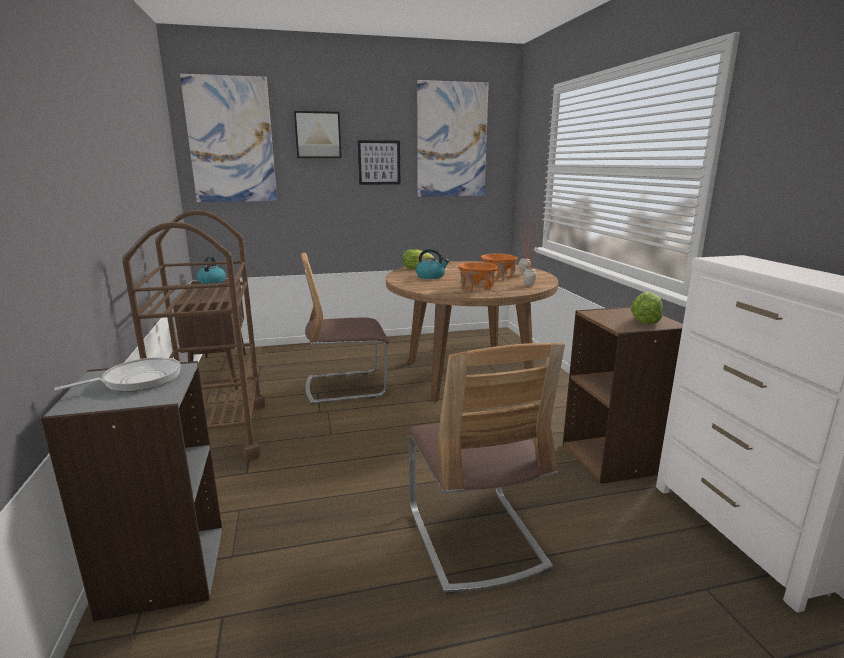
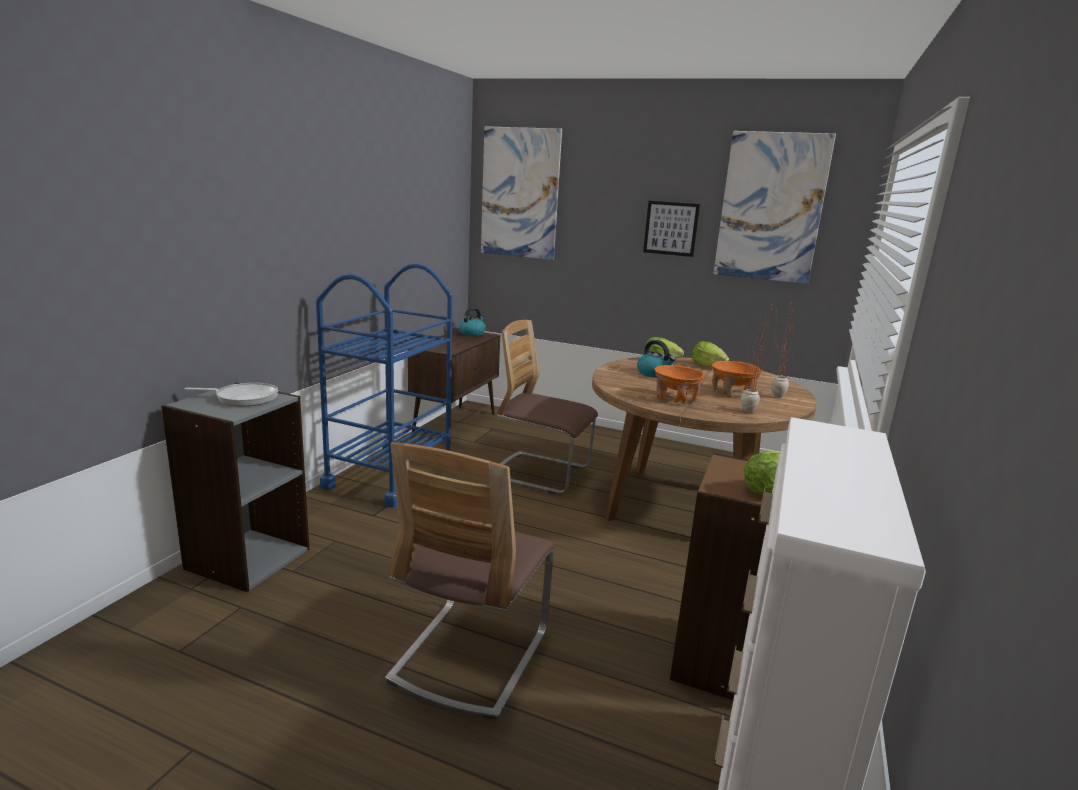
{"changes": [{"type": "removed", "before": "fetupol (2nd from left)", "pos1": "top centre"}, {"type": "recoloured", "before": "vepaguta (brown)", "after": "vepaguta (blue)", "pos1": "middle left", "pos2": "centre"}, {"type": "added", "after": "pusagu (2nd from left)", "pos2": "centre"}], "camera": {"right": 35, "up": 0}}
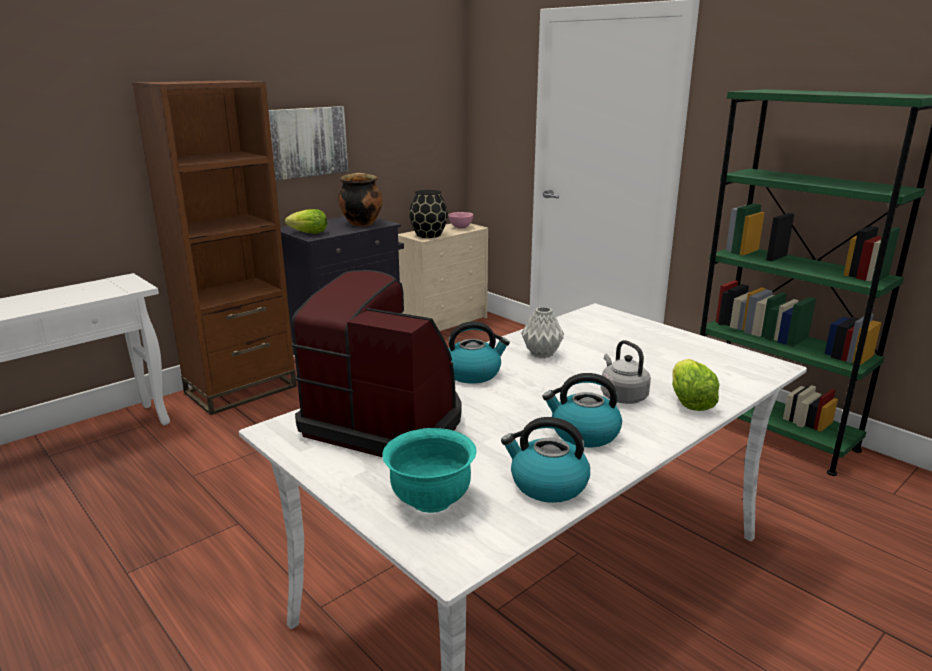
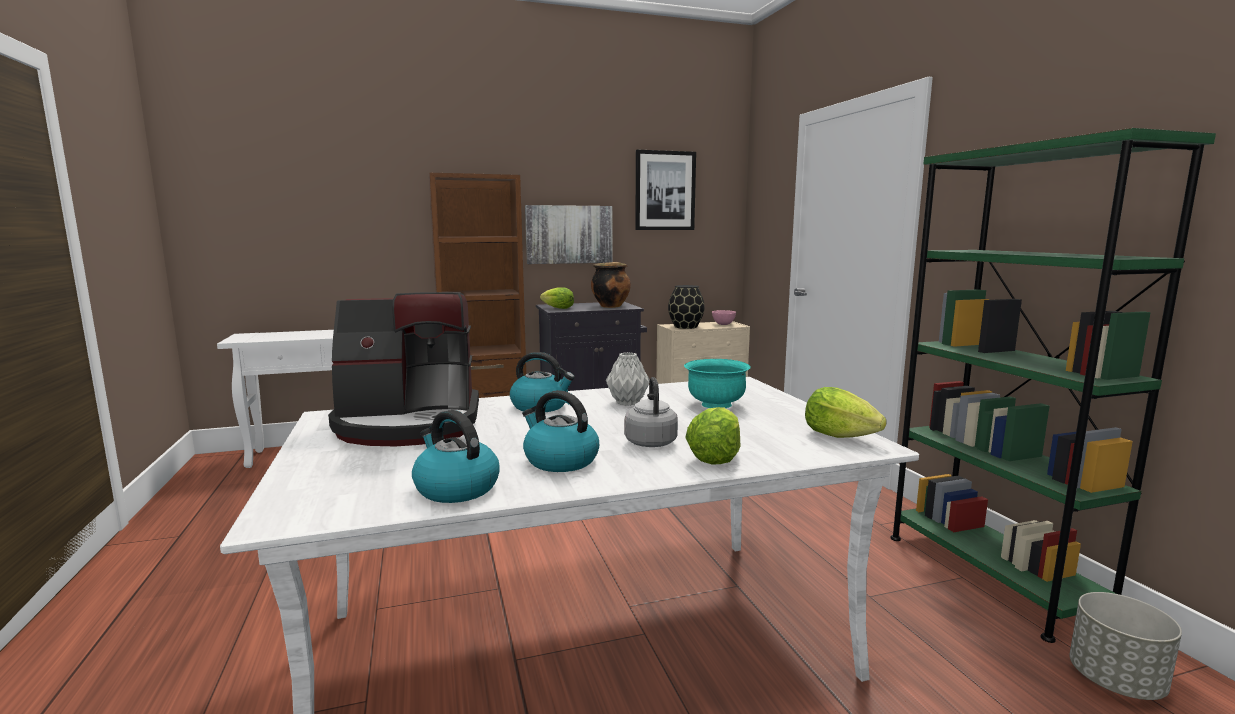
{"changes": [{"type": "turned", "before": "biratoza", "pos1": "centre", "pos2": "middle left", "turn": 120}, {"type": "moved", "before": "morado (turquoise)", "pos1": "bottom centre", "pos2": "centre"}, {"type": "added", "after": "fetupol (2nd from left)", "pos2": "top centre"}, {"type": "added", "after": "pusagu (3rd from left)", "pos2": "middle right"}, {"type": "added", "after": "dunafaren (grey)", "pos2": "bottom right"}], "camera": {"right": 25, "up": -10}}
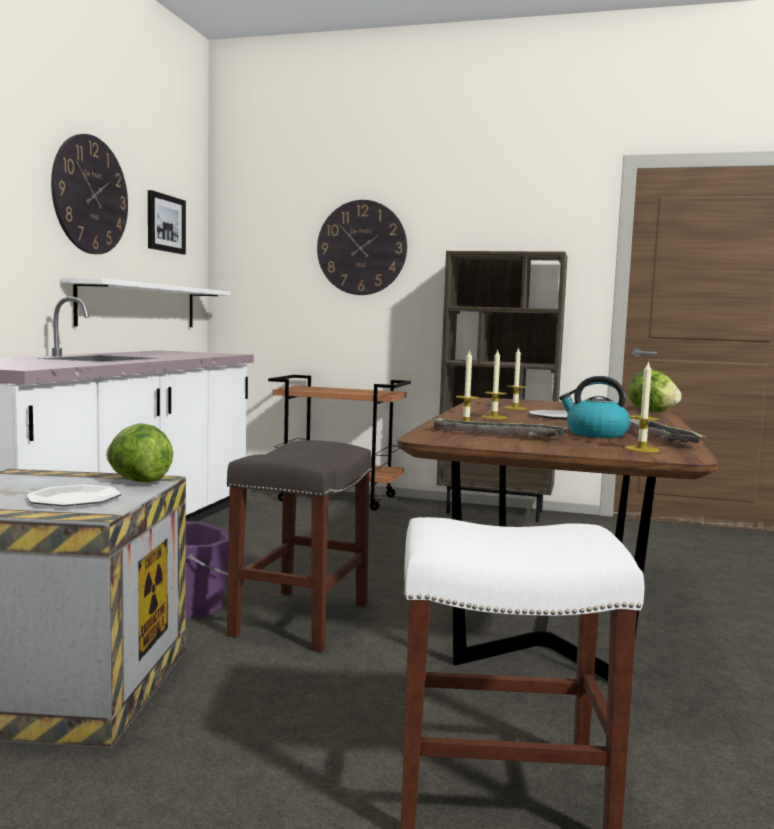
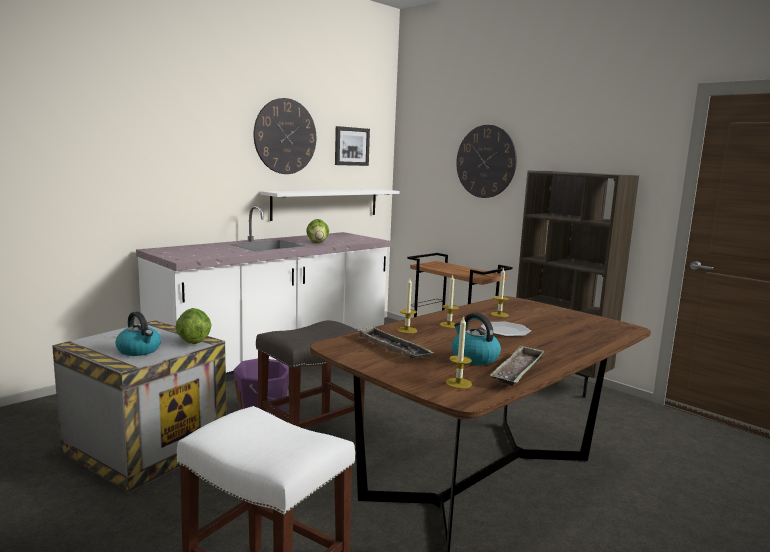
{"changes": [{"type": "moved", "before": "pusagu (2nd from left)", "pos1": "middle right", "pos2": "centre"}, {"type": "replaced", "before": "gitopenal (1st from left)", "after": "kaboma (1st from left)", "pos1": "middle left", "pos2": "middle left"}], "camera": {"right": 30, "up": 5}}
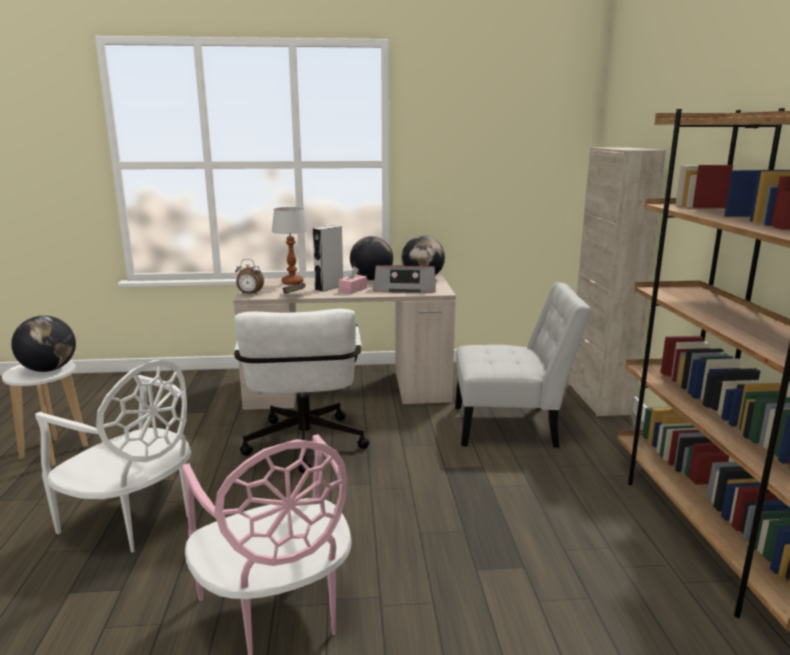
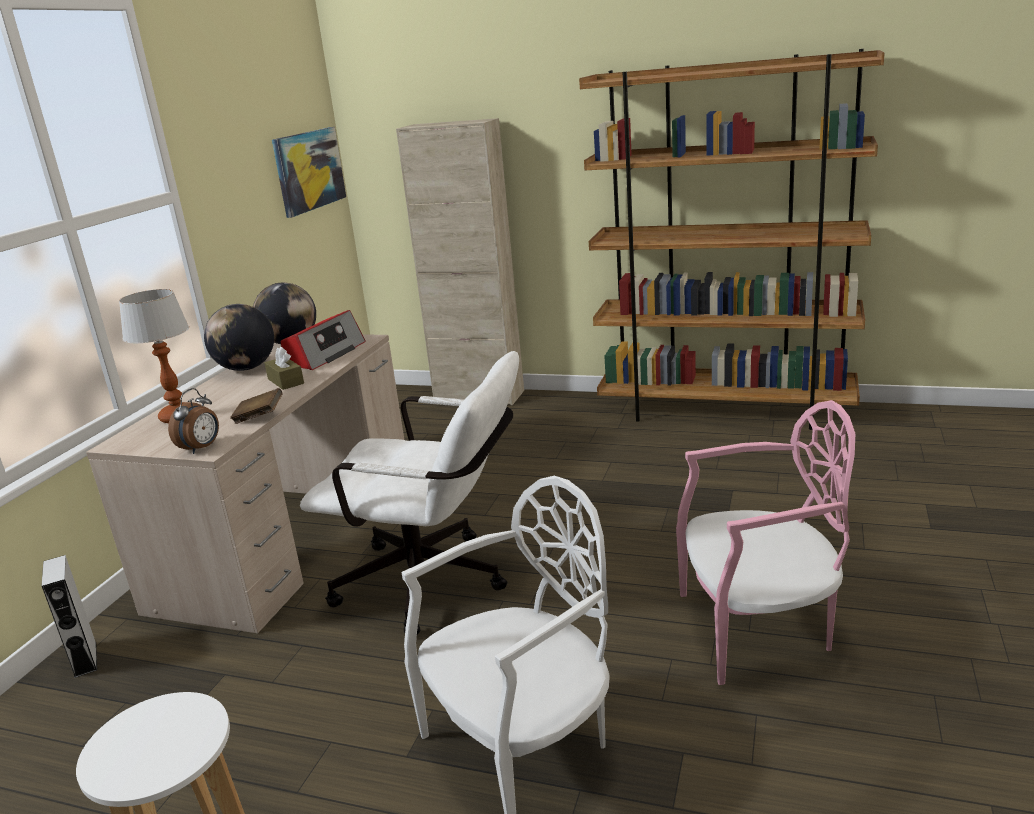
{"changes": [{"type": "moved", "before": "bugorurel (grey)", "pos1": "centre", "pos2": "bottom left"}, {"type": "recoloured", "before": "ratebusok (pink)", "after": "ratebusok (brown)", "pos1": "centre", "pos2": "middle left"}, {"type": "removed", "before": "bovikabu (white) (2nd from left)", "pos1": "centre"}, {"type": "removed", "before": "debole (1st from left)", "pos1": "middle left"}, {"type": "added", "after": "fetupol", "pos2": "top left"}], "camera": {"right": -65, "up": 5}}
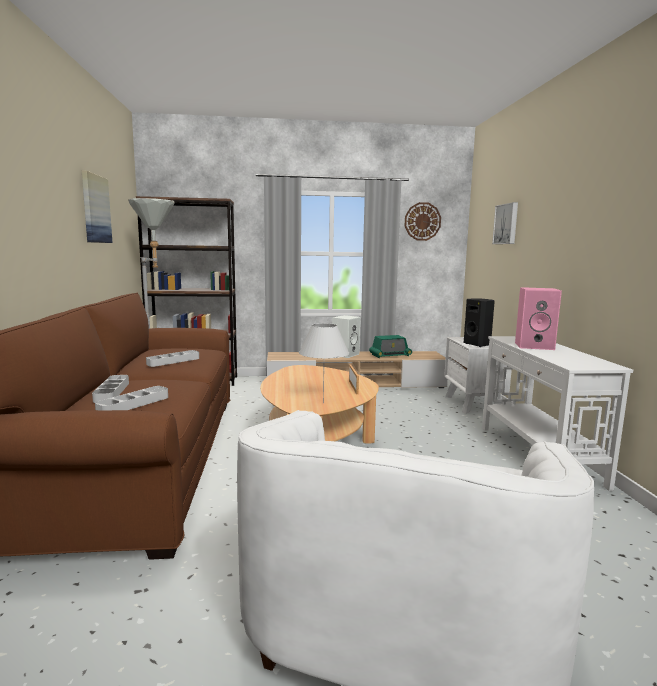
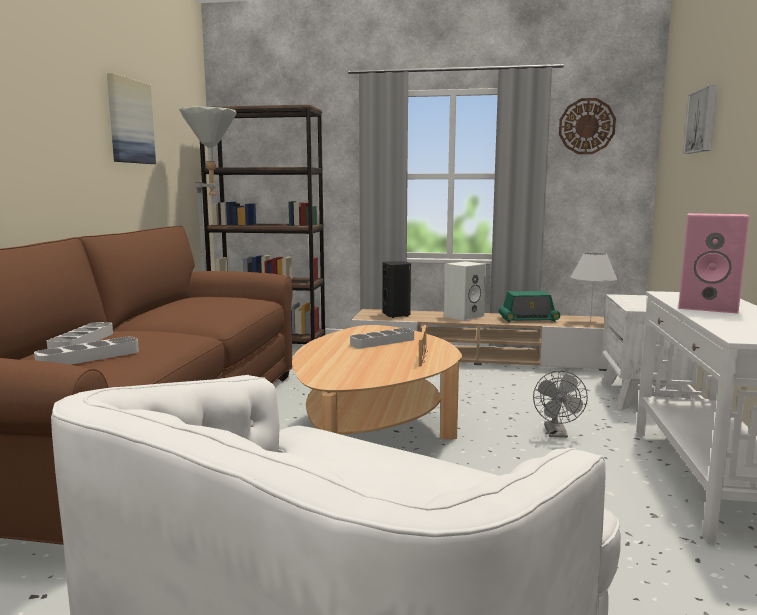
{"changes": [{"type": "moved", "before": "bugorurel (black)", "pos1": "middle right", "pos2": "centre"}, {"type": "moved", "before": "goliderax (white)", "pos1": "centre", "pos2": "middle right"}, {"type": "moved", "before": "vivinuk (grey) (3rd from left)", "pos1": "middle left", "pos2": "centre"}, {"type": "added", "after": "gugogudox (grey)", "pos2": "middle right"}], "camera": {"right": 15, "up": 0}}
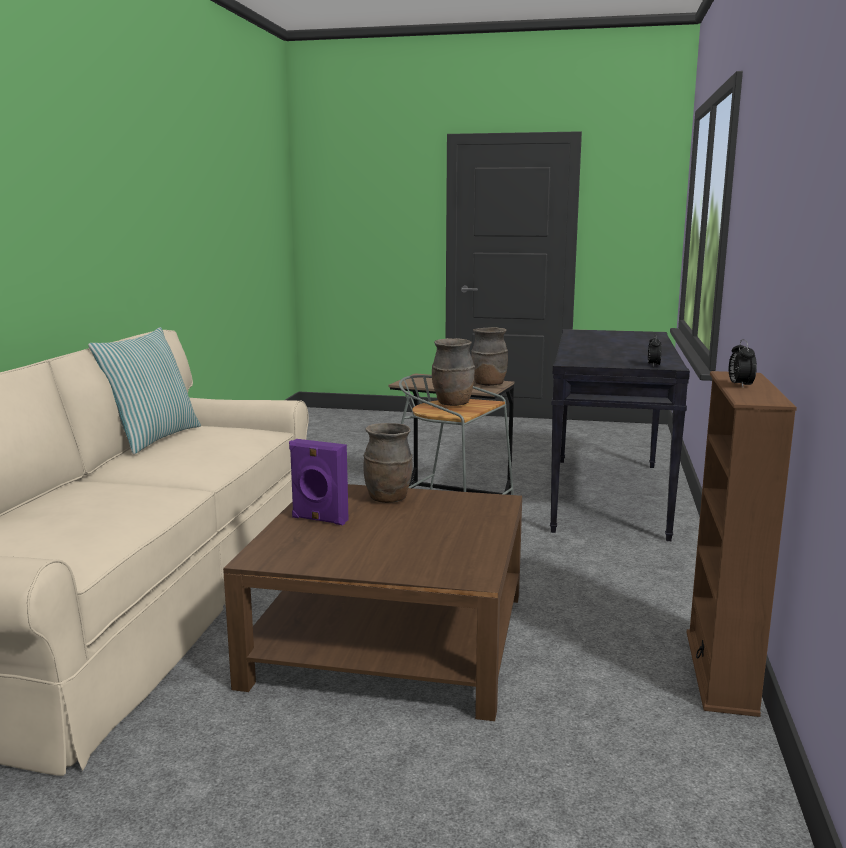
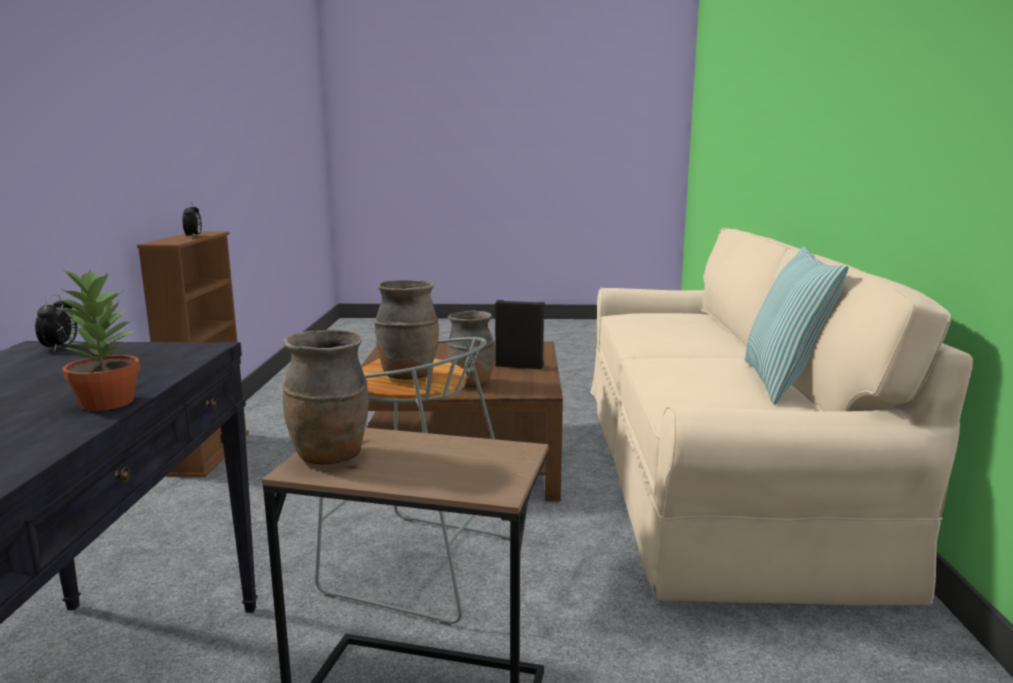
{"changes": [{"type": "recoloured", "before": "bugorurel (purple)", "after": "bugorurel (black)", "pos1": "centre", "pos2": "centre"}, {"type": "added", "after": "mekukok", "pos2": "middle left"}], "camera": {"right": 170, "up": 0}}
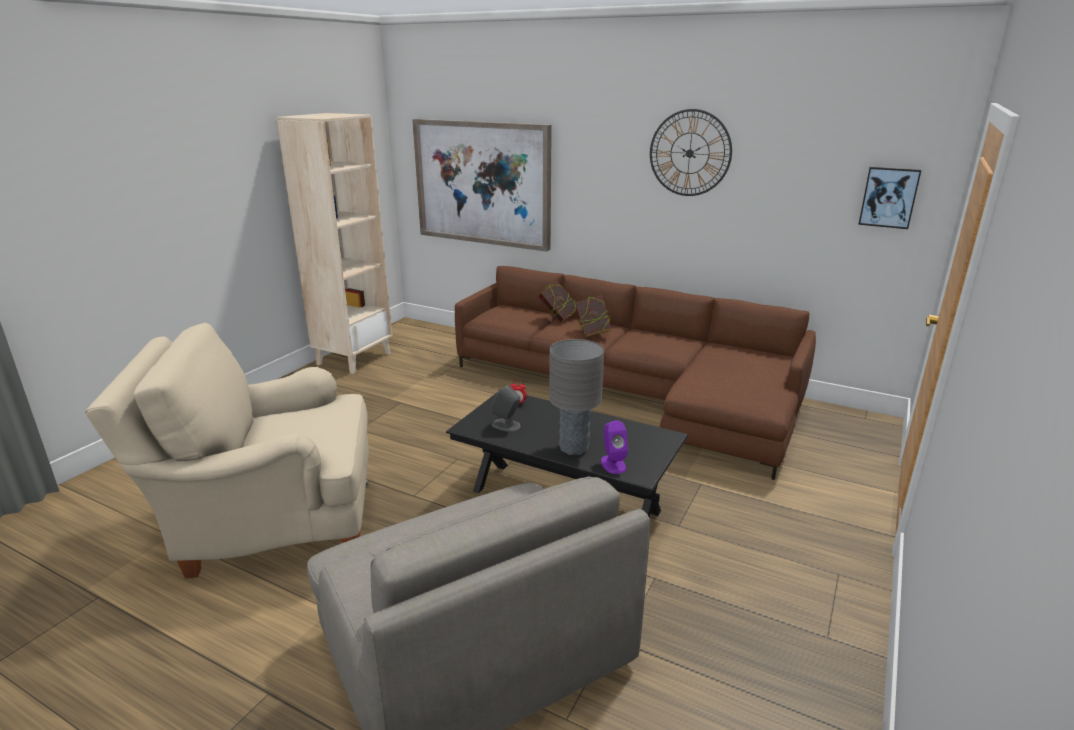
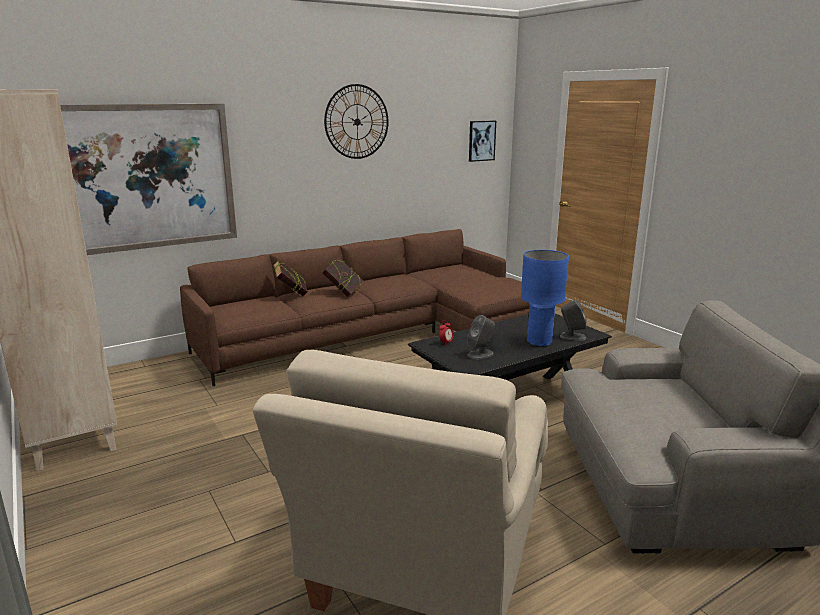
{"changes": [{"type": "recoloured", "before": "goliderax (grey)", "after": "goliderax (blue)", "pos1": "centre", "pos2": "centre"}, {"type": "recoloured", "before": "bugorurel (purple)", "after": "bugorurel (grey) (2nd from left)", "pos1": "centre", "pos2": "middle right"}], "camera": {"right": -60, "up": -5}}
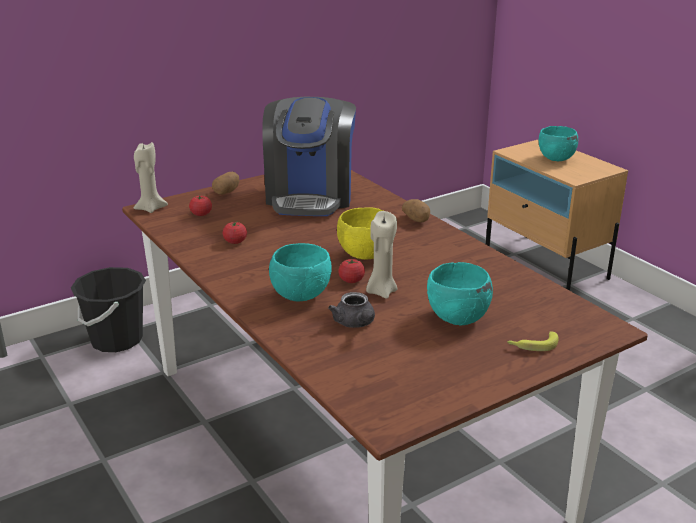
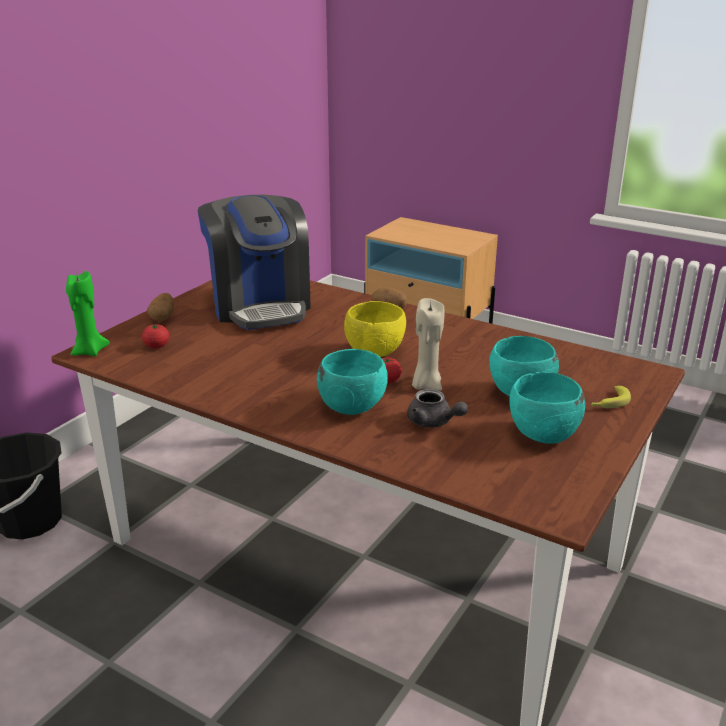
{"changes": [{"type": "moved", "before": "morado (turquoise) (3rd from left)", "pos1": "top right", "pos2": "middle right"}, {"type": "recoloured", "before": "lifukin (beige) (1st from left)", "after": "lifukin (green)", "pos1": "middle left", "pos2": "middle left"}, {"type": "removed", "before": "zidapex (2nd from left)", "pos1": "centre"}], "camera": {"right": -25, "up": 0}}
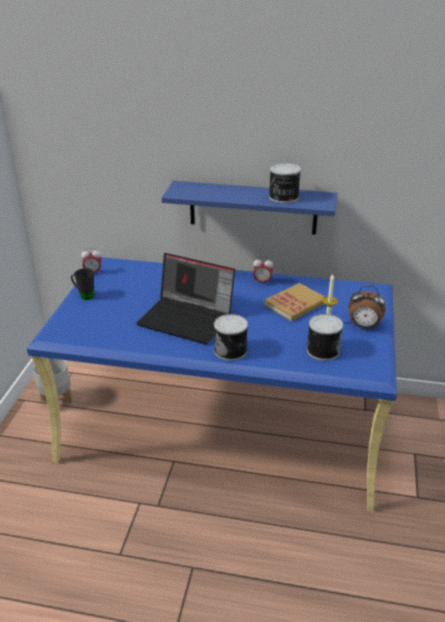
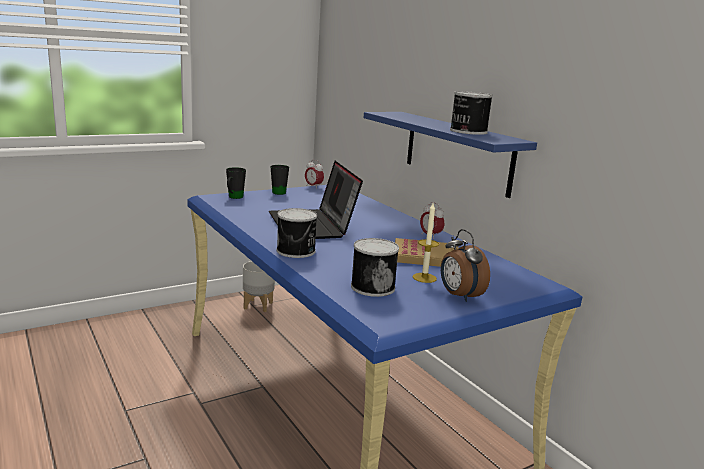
{"changes": [{"type": "added", "after": "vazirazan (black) (1st from left)", "pos2": "centre"}], "camera": {"right": 45, "up": -15}}
